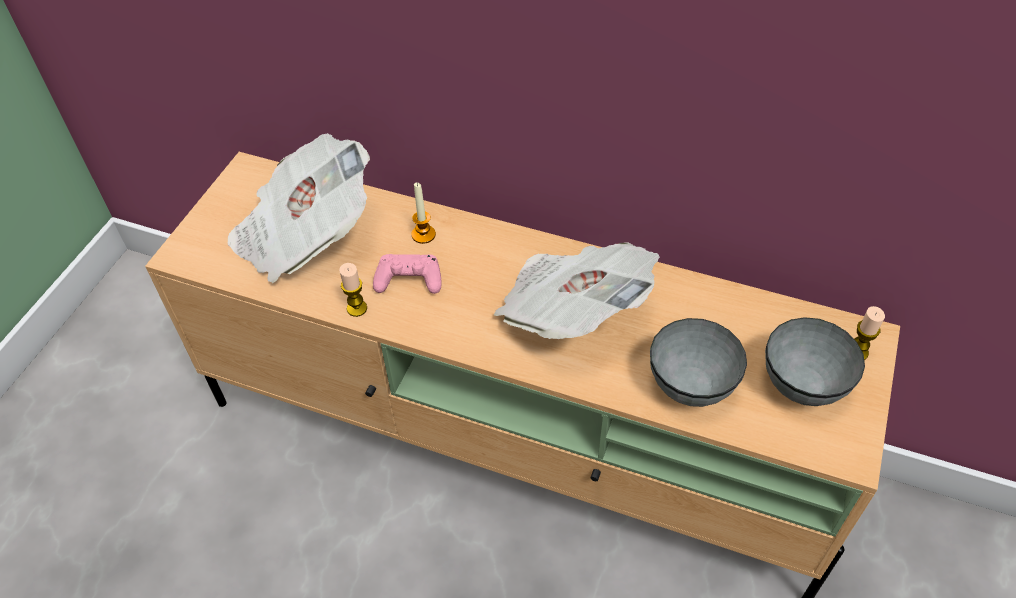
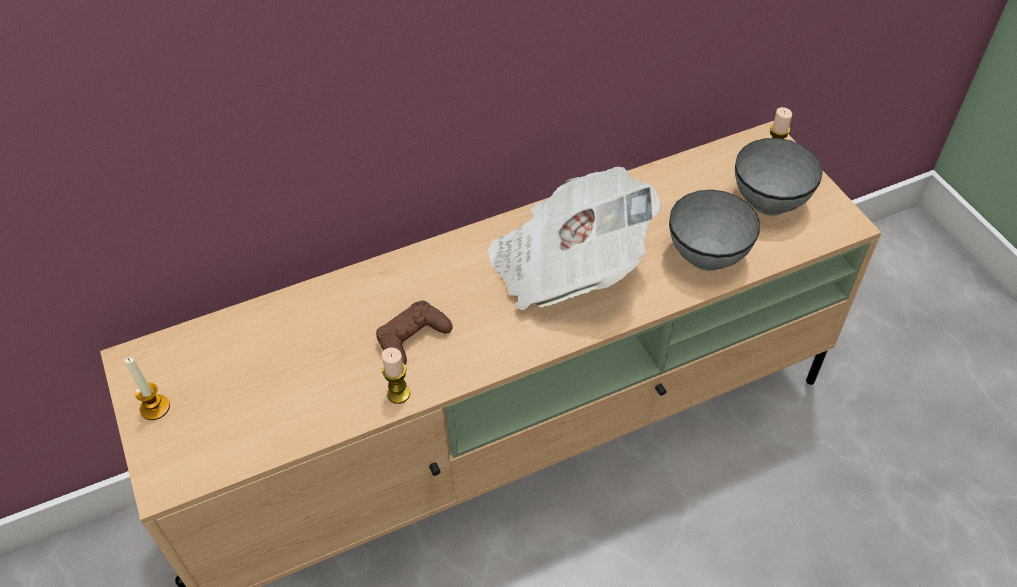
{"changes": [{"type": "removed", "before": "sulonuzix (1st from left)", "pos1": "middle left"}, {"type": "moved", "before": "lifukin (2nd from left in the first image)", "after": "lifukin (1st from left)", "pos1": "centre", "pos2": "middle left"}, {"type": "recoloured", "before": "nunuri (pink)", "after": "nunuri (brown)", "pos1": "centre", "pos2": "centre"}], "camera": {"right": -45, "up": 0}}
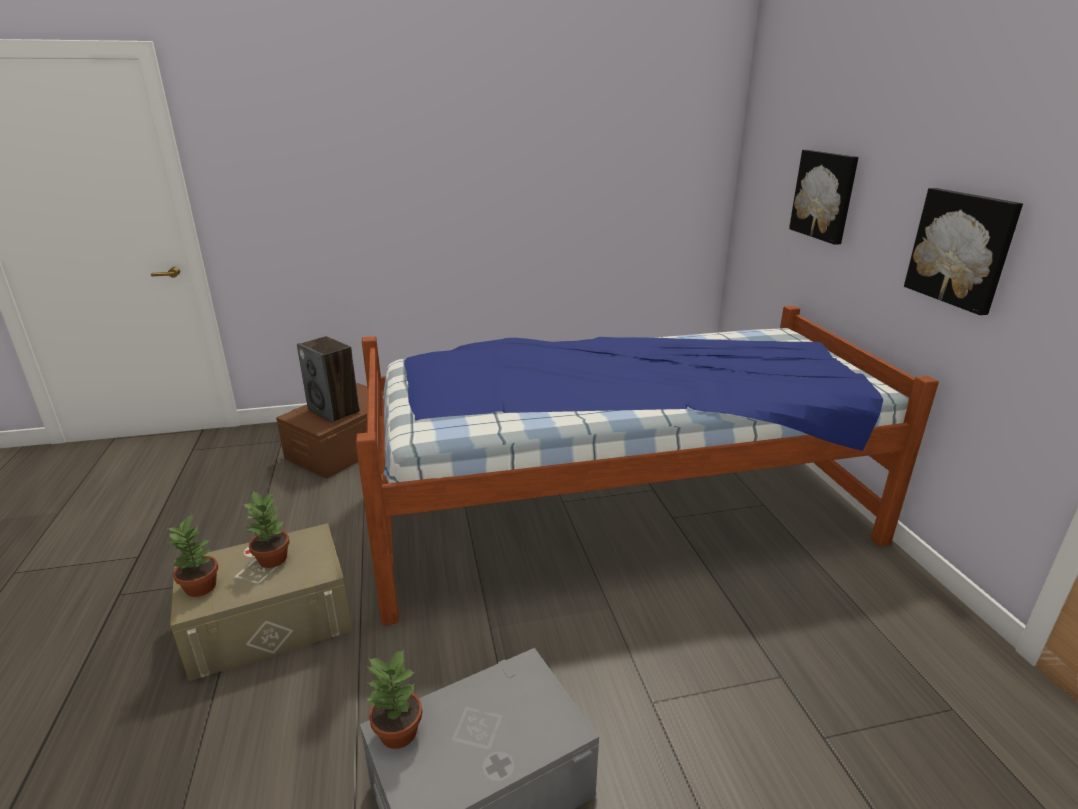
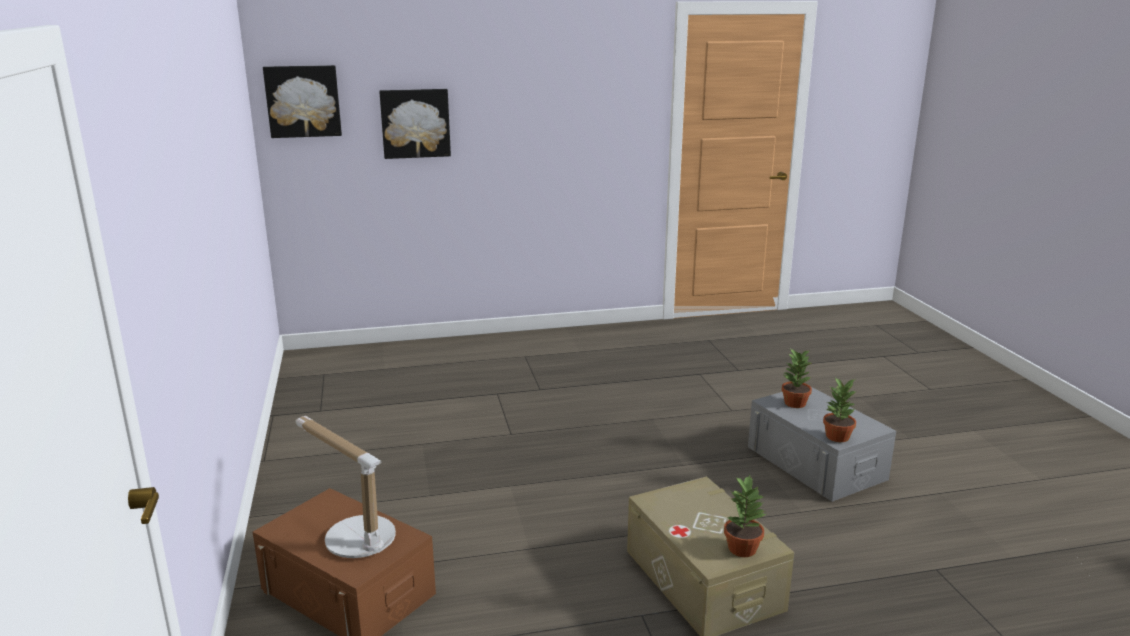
{"changes": [{"type": "moved", "before": "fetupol (2nd from left in the first image)", "after": "fetupol (1st from left)", "pos1": "top right", "pos2": "top left"}, {"type": "removed", "before": "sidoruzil", "pos1": "centre"}, {"type": "replaced", "before": "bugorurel", "after": "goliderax", "pos1": "middle left", "pos2": "bottom left"}, {"type": "moved", "before": "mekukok (2nd from left)", "pos1": "middle left", "pos2": "middle right"}], "camera": {"right": -90, "up": -5}}
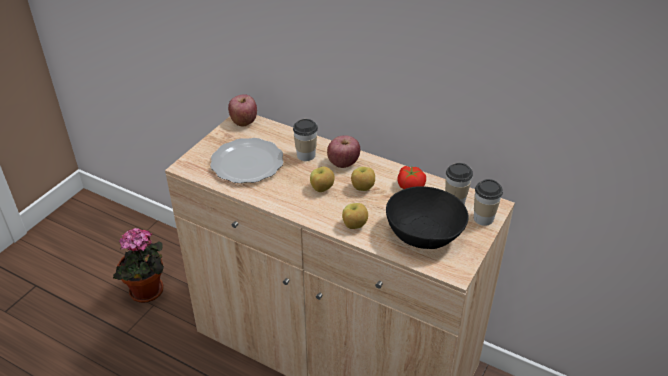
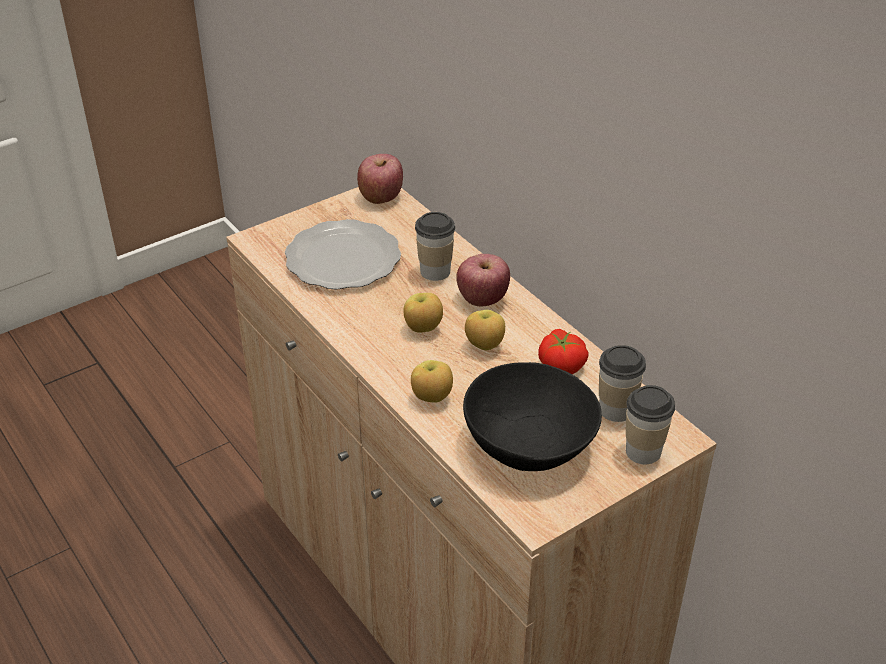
{"changes": [{"type": "removed", "before": "mekukok", "pos1": "bottom left"}], "camera": {"right": 25, "up": 0}}
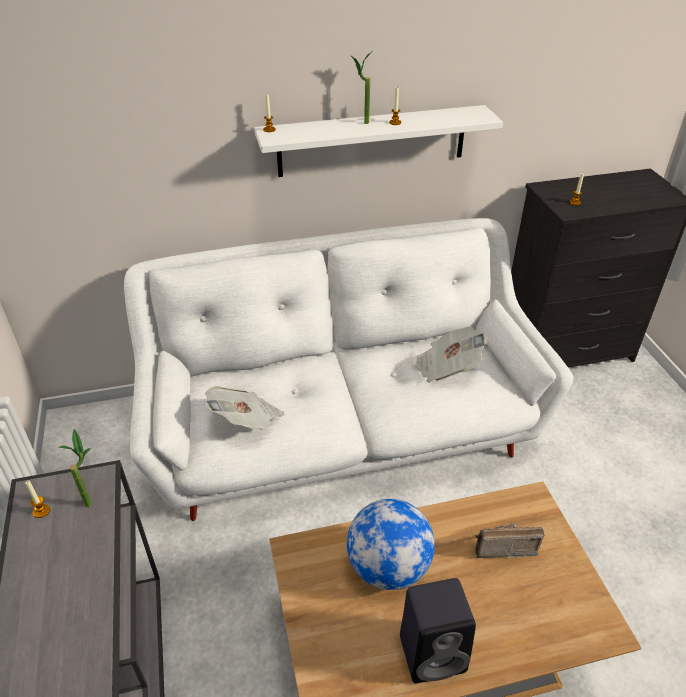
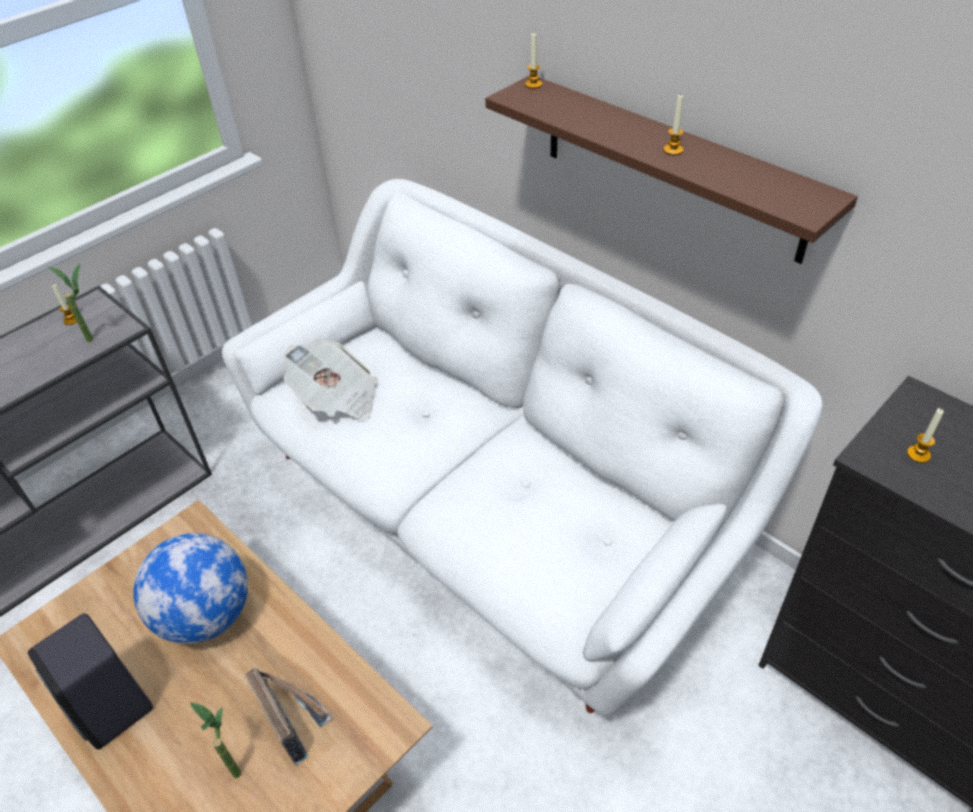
{"changes": [{"type": "moved", "before": "mekukok (2nd from left)", "pos1": "top centre", "pos2": "bottom left"}, {"type": "recoloured", "before": "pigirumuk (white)", "after": "pigirumuk (brown)", "pos1": "top centre", "pos2": "top right"}, {"type": "removed", "before": "sulonuzix (2nd from left)", "pos1": "centre"}], "camera": {"right": 60, "up": 5}}
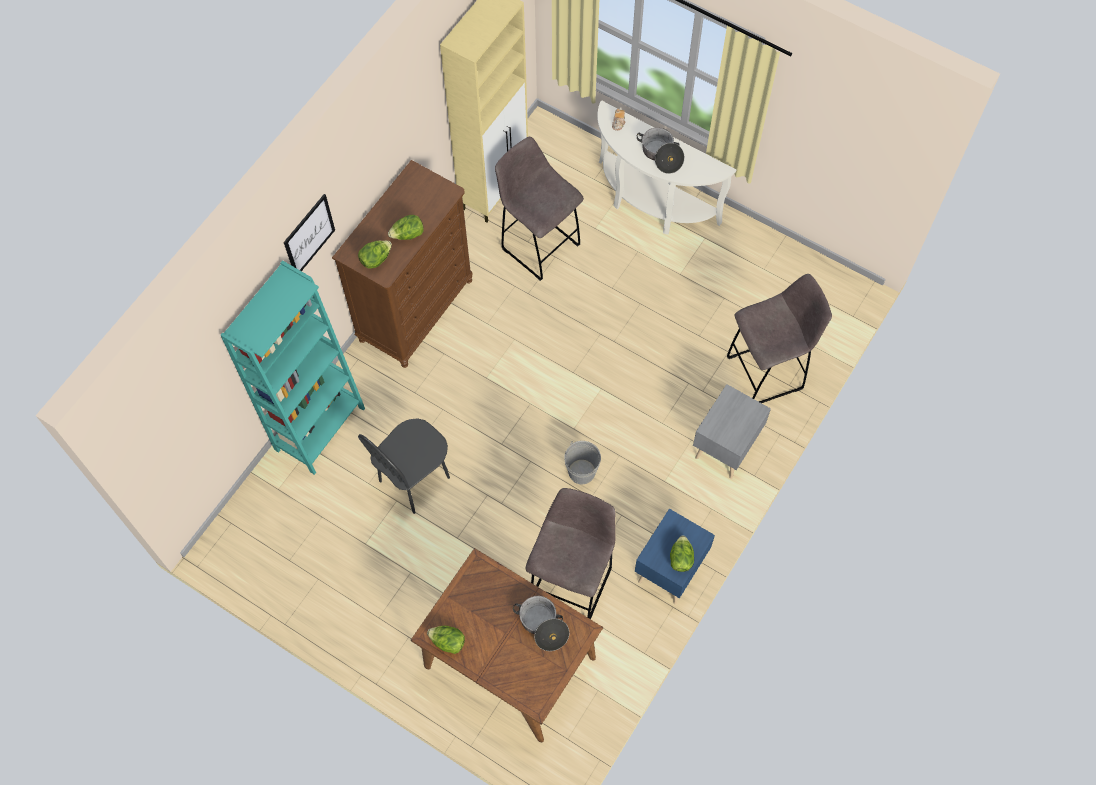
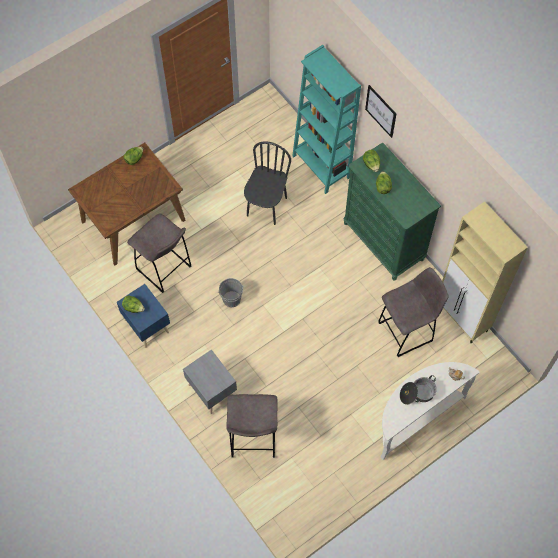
{"changes": [{"type": "recoloured", "before": "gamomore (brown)", "after": "gamomore (green)", "pos1": "centre", "pos2": "middle right"}, {"type": "turned", "before": "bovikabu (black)", "pos1": "centre", "pos2": "top centre", "turn": 45}, {"type": "removed", "before": "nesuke (1st from left)", "pos1": "bottom centre"}], "camera": {"right": 110, "up": 0}}
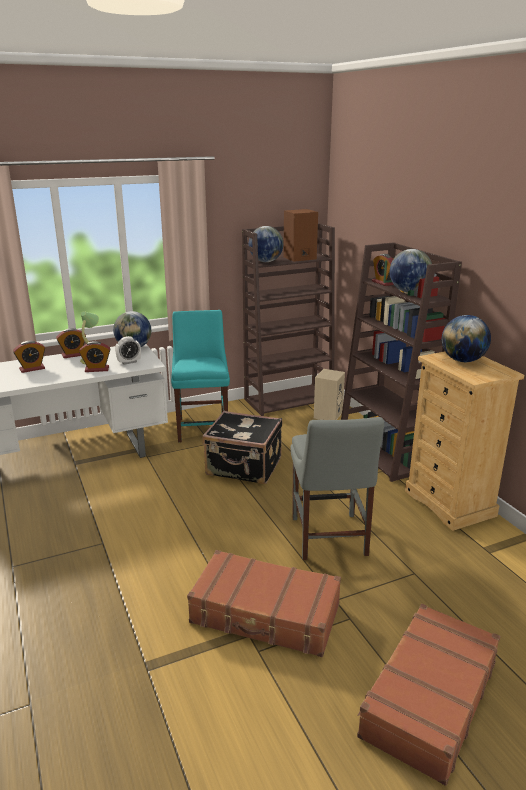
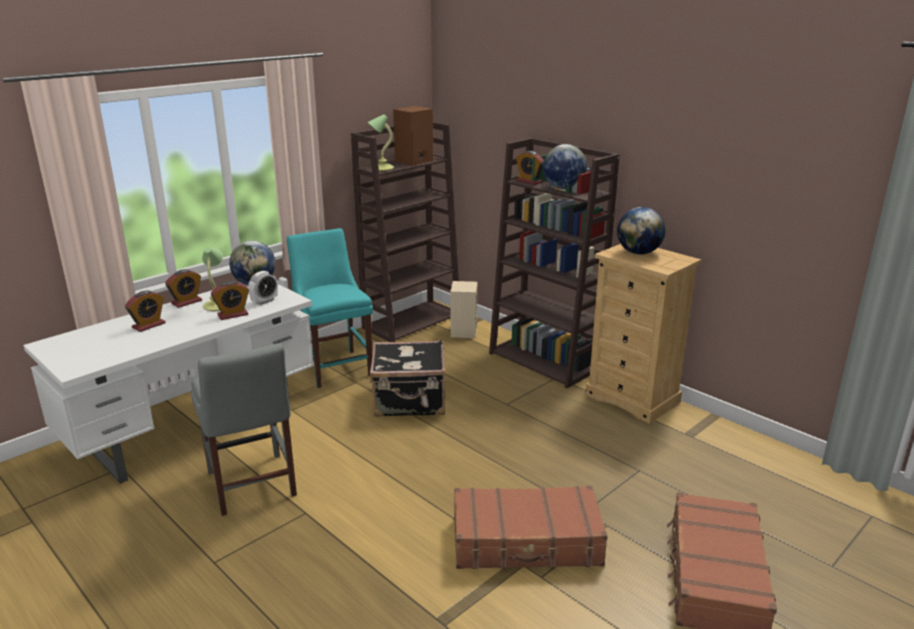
{"changes": [{"type": "replaced", "before": "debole (2nd from left)", "after": "goliderax (2nd from left)", "pos1": "top centre", "pos2": "top centre"}, {"type": "moved", "before": "bovikabu (grey)", "pos1": "centre", "pos2": "bottom left"}], "camera": {"right": -20, "up": 0}}
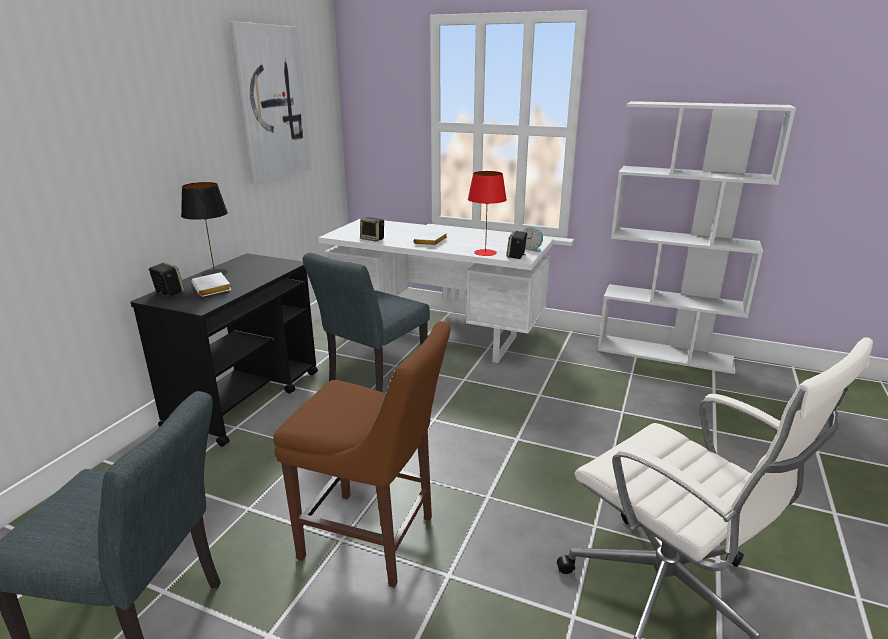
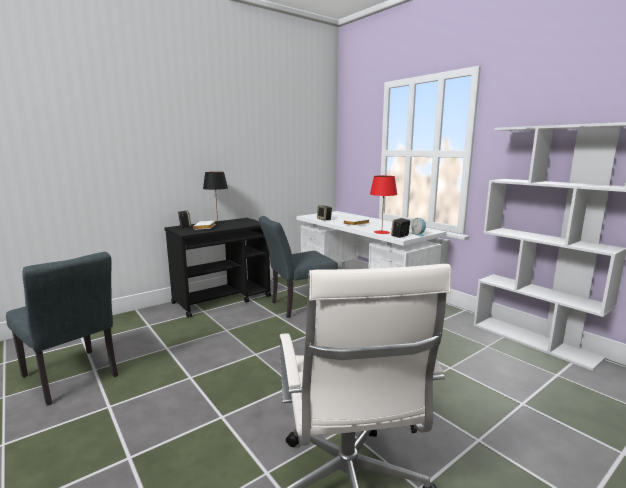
{"changes": [{"type": "removed", "before": "fetupol", "pos1": "top left"}, {"type": "removed", "before": "bovikabu (brown)", "pos1": "bottom centre"}], "camera": {"right": 30, "up": -10}}
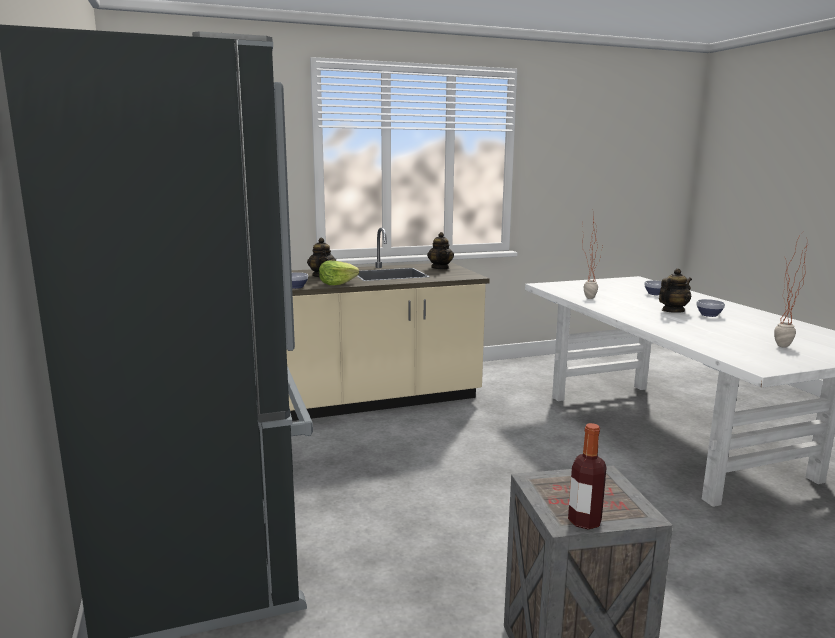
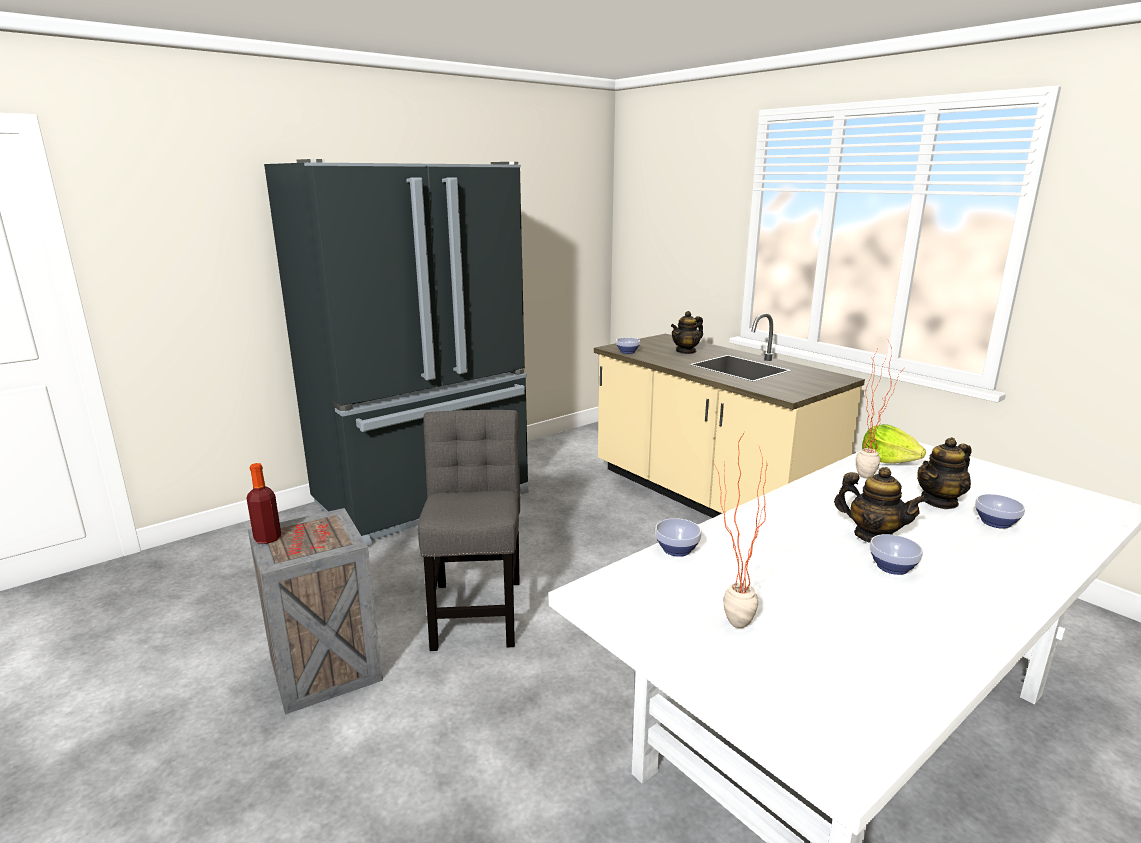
{"changes": [{"type": "moved", "before": "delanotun (2nd from left in the first image)", "after": "delanotun (3rd from left)", "pos1": "centre", "pos2": "middle right"}, {"type": "moved", "before": "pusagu", "pos1": "centre", "pos2": "middle right"}, {"type": "added", "after": "bovikabu (grey)", "pos2": "centre"}, {"type": "added", "after": "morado (2nd from left)", "pos2": "centre"}], "camera": {"right": 70, "up": 5}}
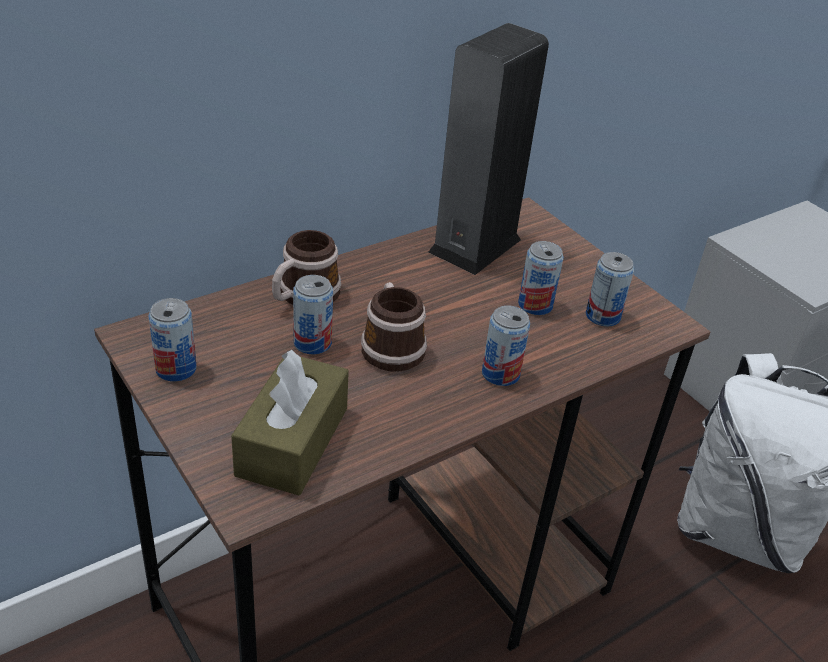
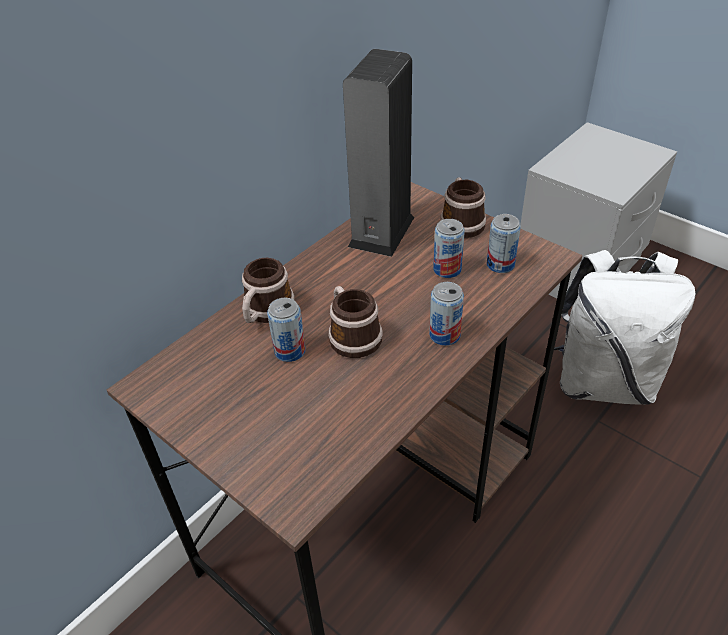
{"changes": [{"type": "removed", "before": "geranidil (1st from left)", "pos1": "middle left"}, {"type": "removed", "before": "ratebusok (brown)", "pos1": "centre"}, {"type": "added", "after": "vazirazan (3rd from left)", "pos2": "top centre"}], "camera": {"right": -10, "up": 5}}
